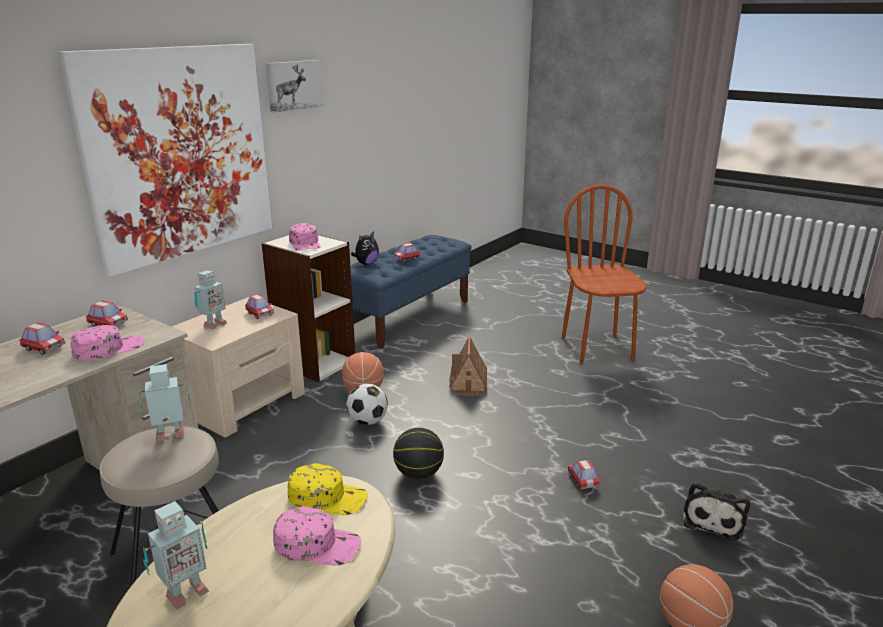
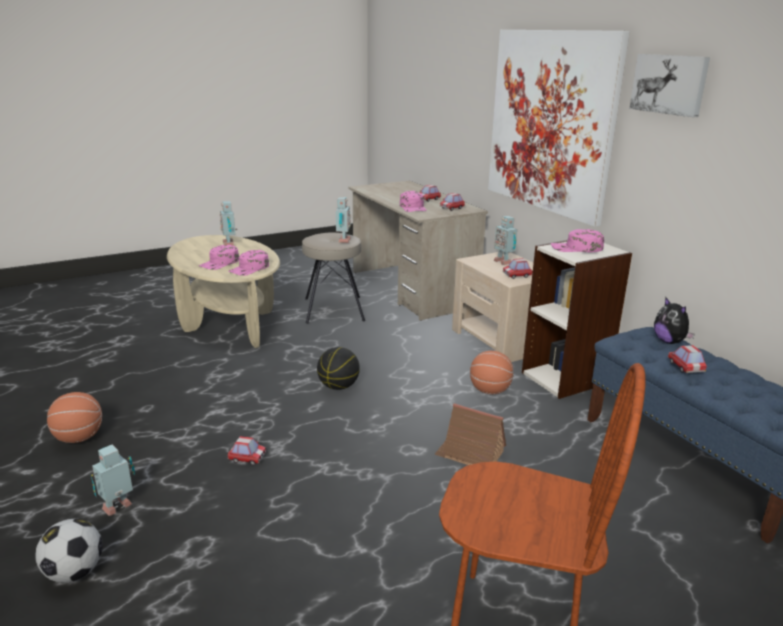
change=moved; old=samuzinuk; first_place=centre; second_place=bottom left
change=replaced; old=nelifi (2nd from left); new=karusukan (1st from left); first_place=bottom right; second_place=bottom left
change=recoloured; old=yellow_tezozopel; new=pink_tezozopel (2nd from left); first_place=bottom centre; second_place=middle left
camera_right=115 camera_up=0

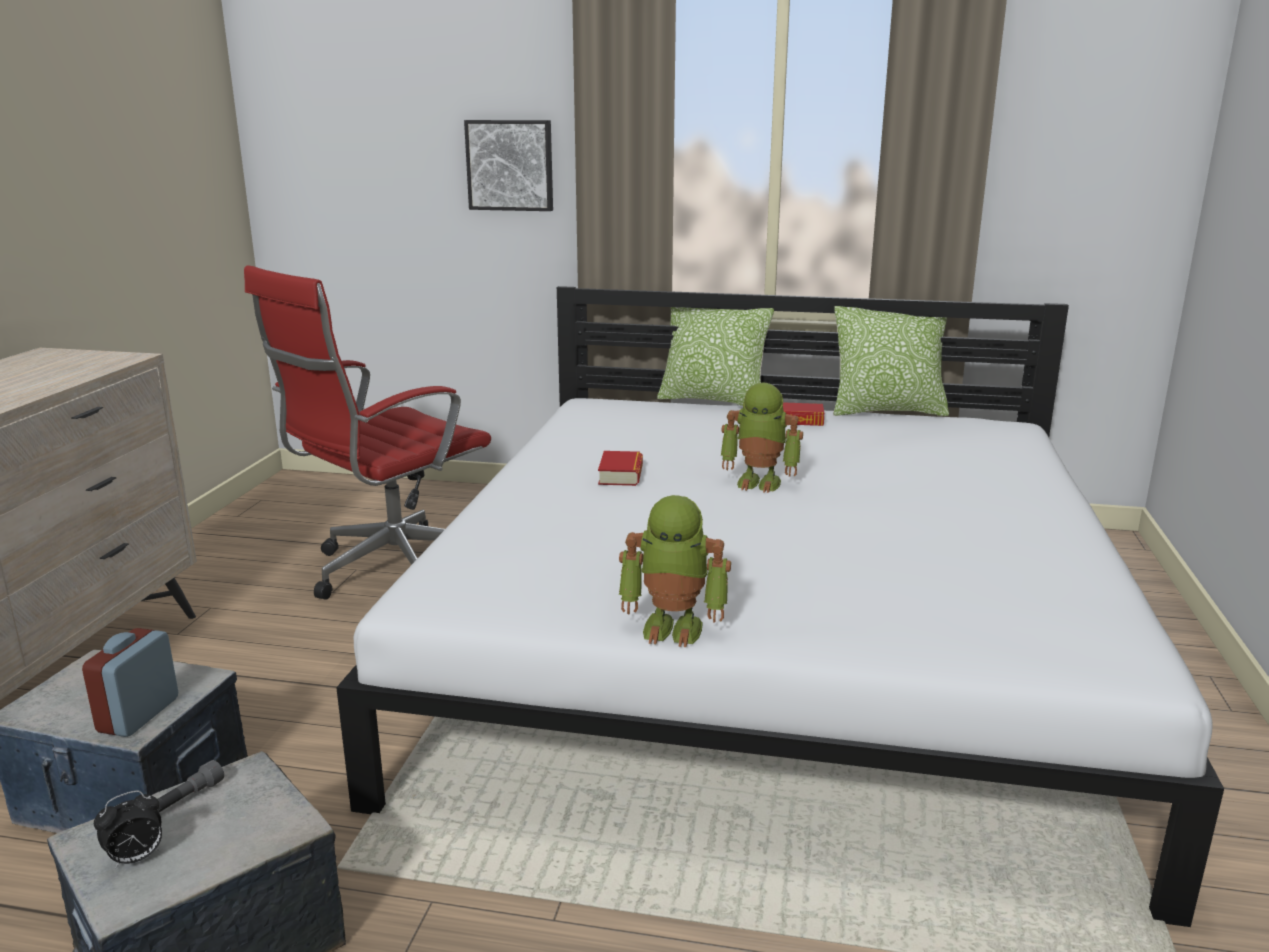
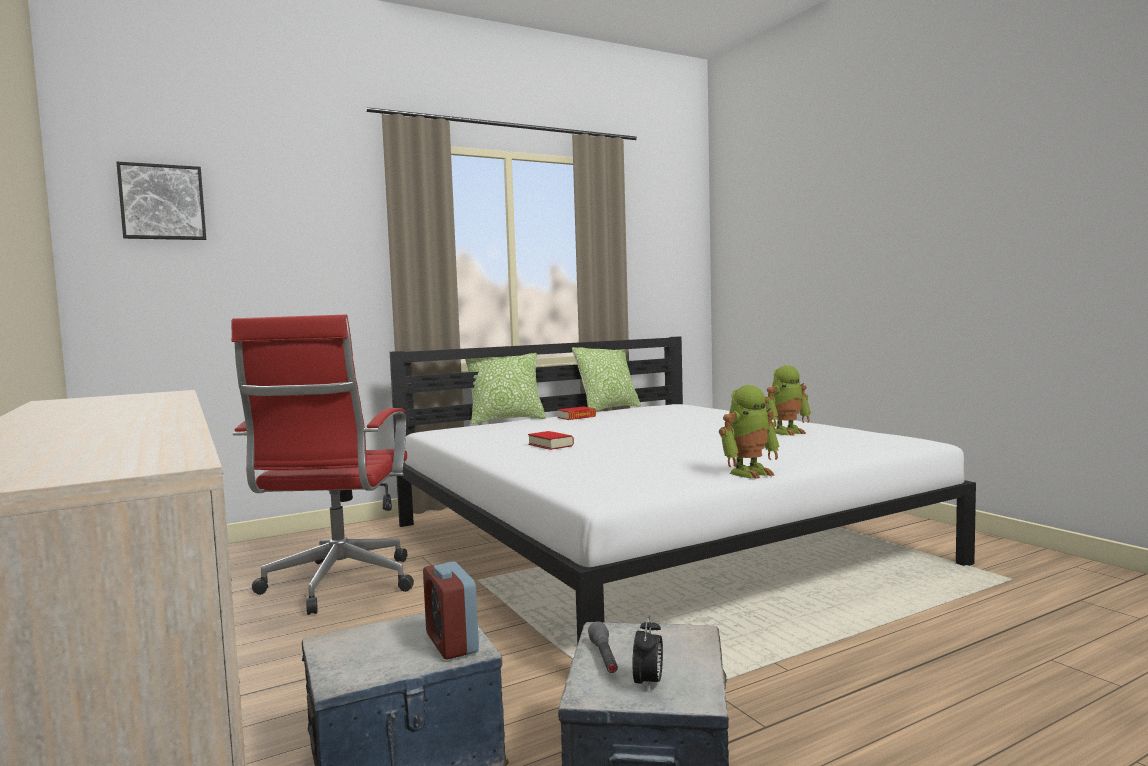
change=moved; old=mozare; first_place=top centre; second_place=top left
change=moved; old=karusukan (2nd from left); first_place=centre; second_place=middle right
camera_right=-40 camera_up=-15

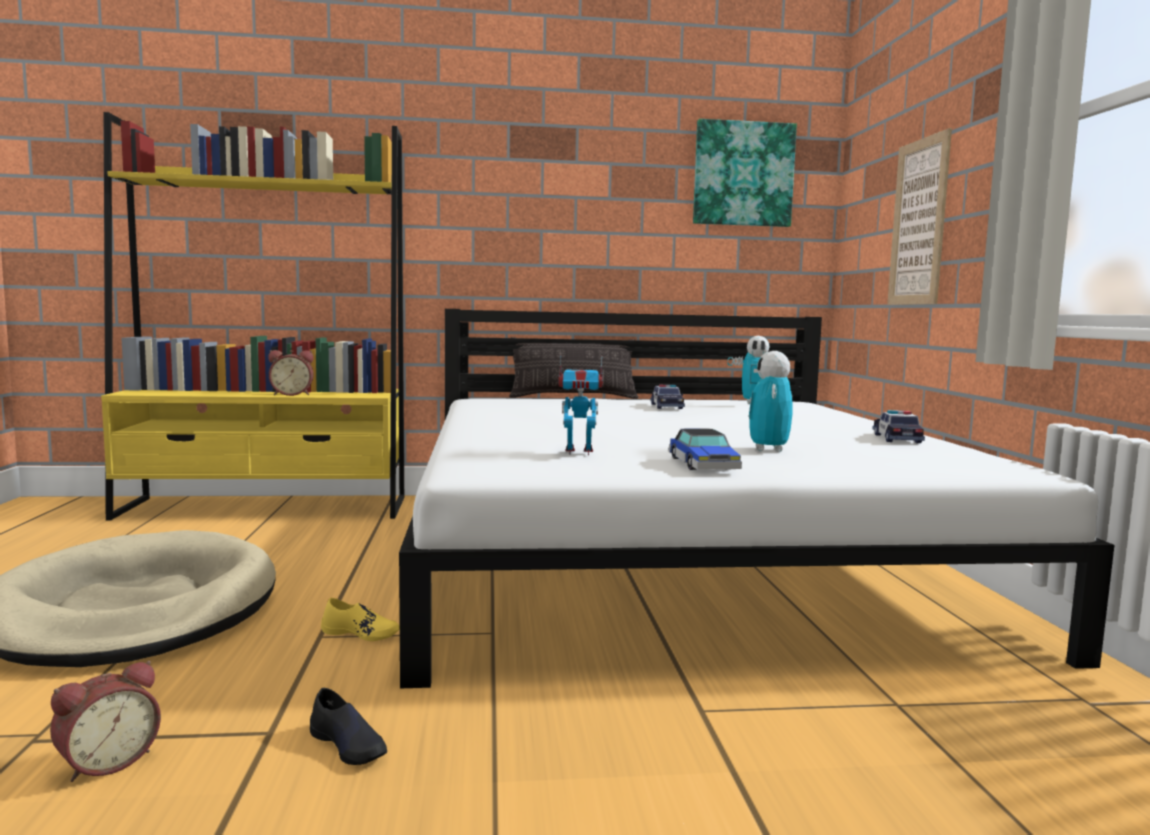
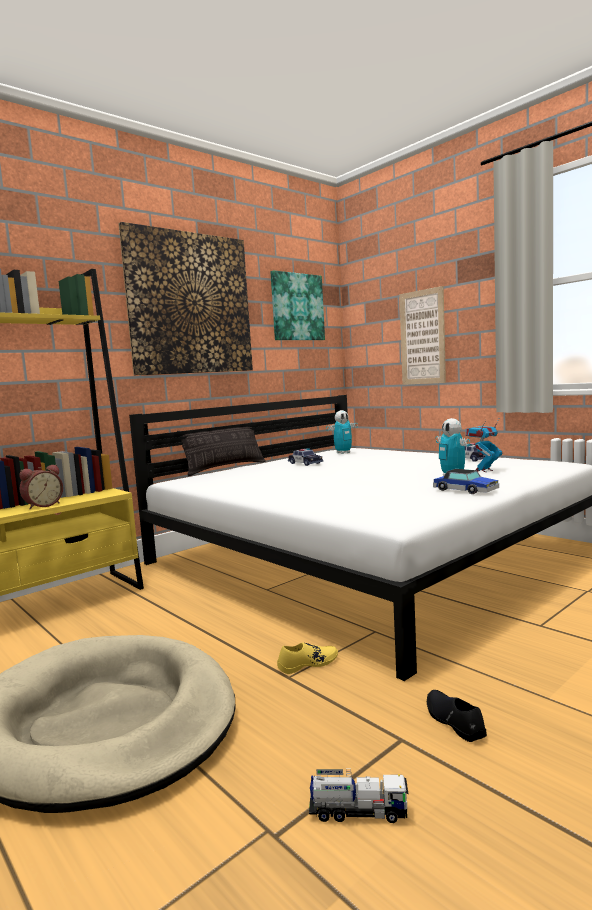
change=added; new=mozare (1st from left); second_place=top left
change=replaced; old=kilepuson (1st from left); new=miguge; first_place=bottom left; second_place=bottom centre
change=turned; old=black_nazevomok; first_place=bottom left; second_place=bottom right; degrees=-120
change=moved; old=karusukan (1st from left in the first image); new=karusukan (3rd from left); first_place=centre; second_place=middle right
camera_right=-35 camera_up=0

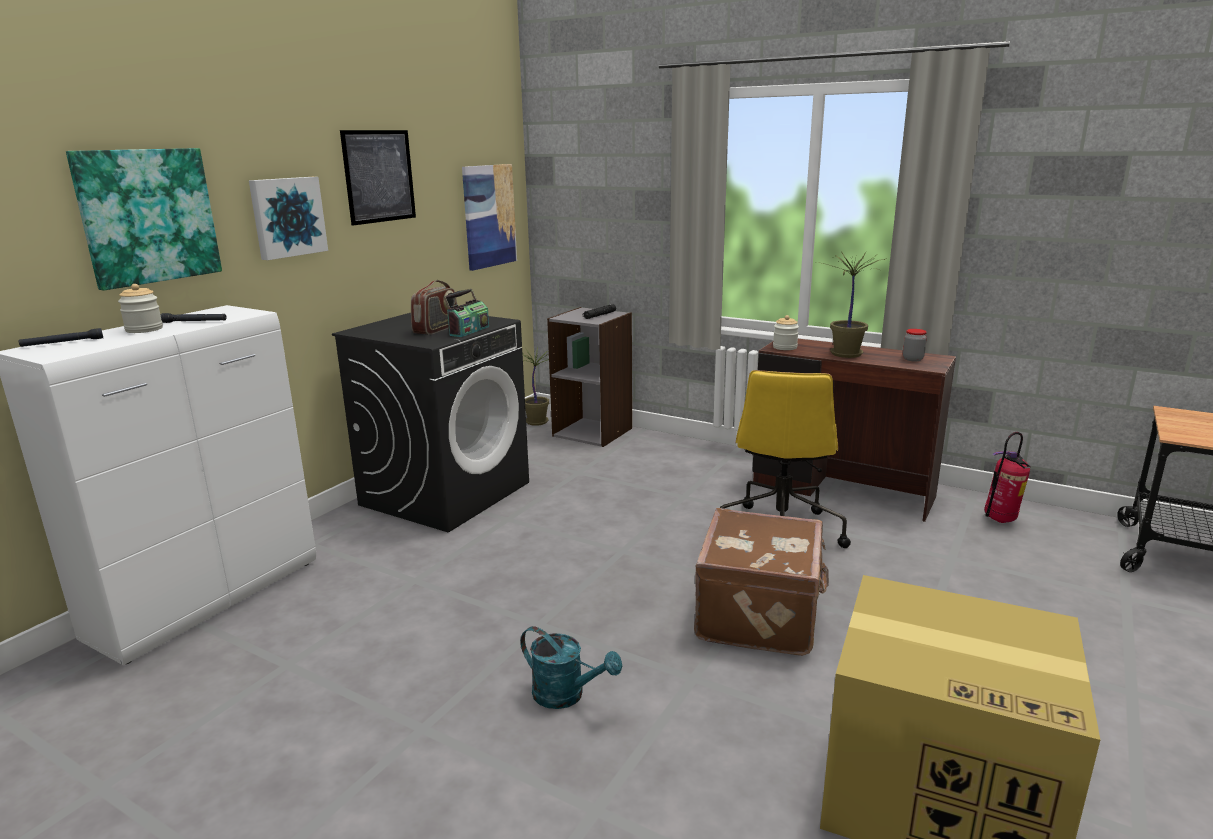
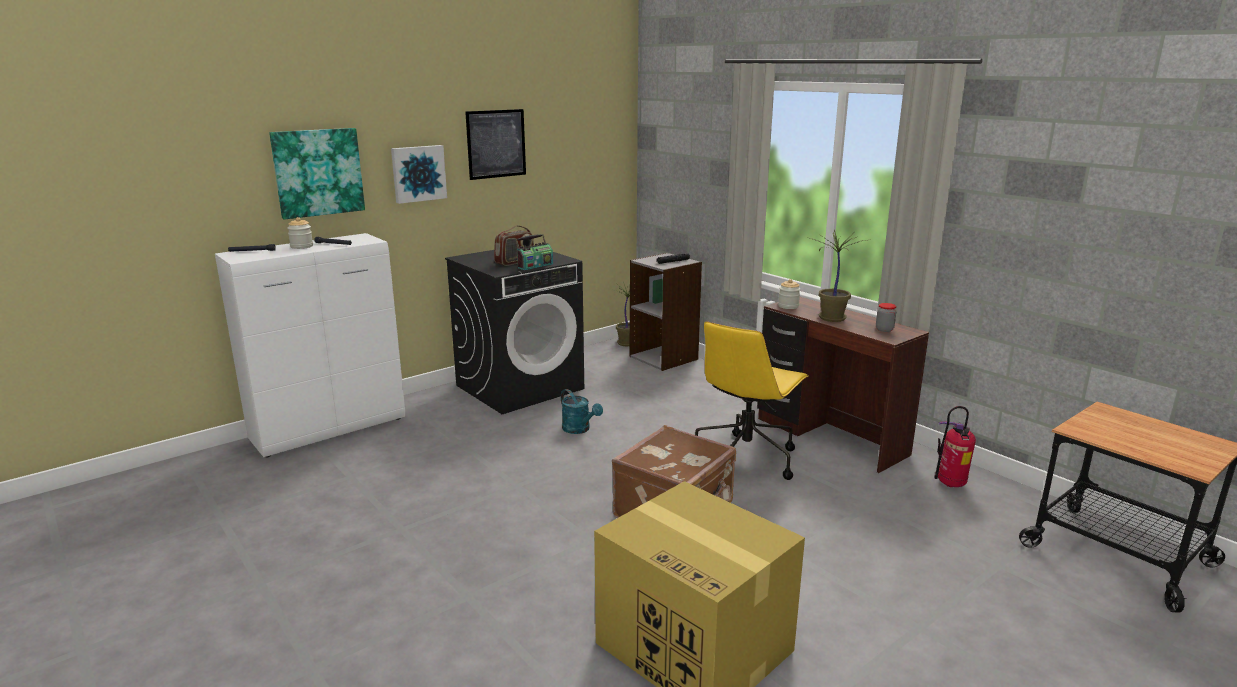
change=moved; old=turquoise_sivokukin; first_place=bottom centre; second_place=centre
change=removed; old=mozare (4th from left); first_place=top centre
camera_right=20 camera_up=0

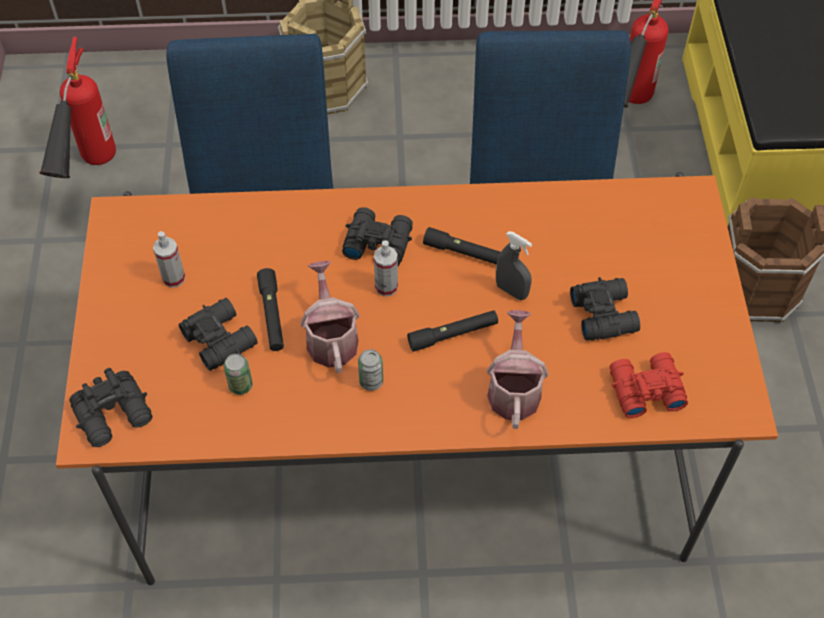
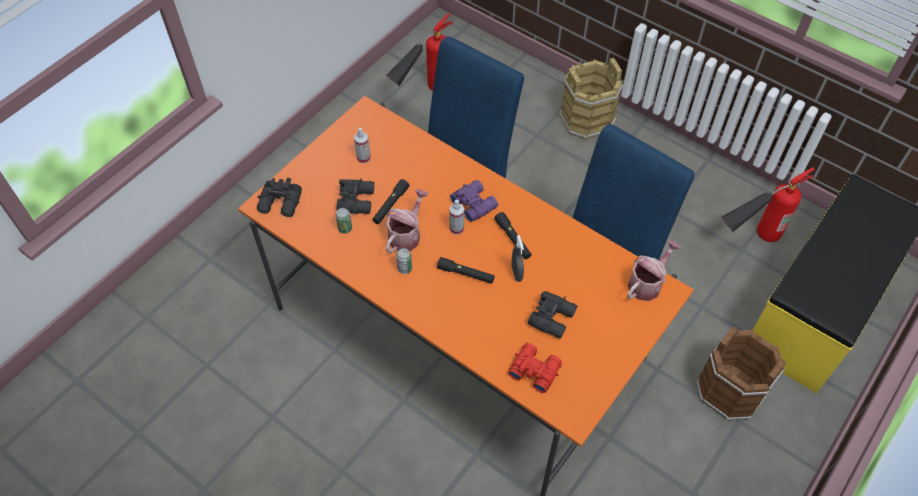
change=recoloured; old=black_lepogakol (3rd from left); new=purple_lepogakol; first_place=centre; second_place=centre
change=moved; old=sivokukin (2nd from left); first_place=centre; second_place=middle right
camera_right=40 camera_up=0

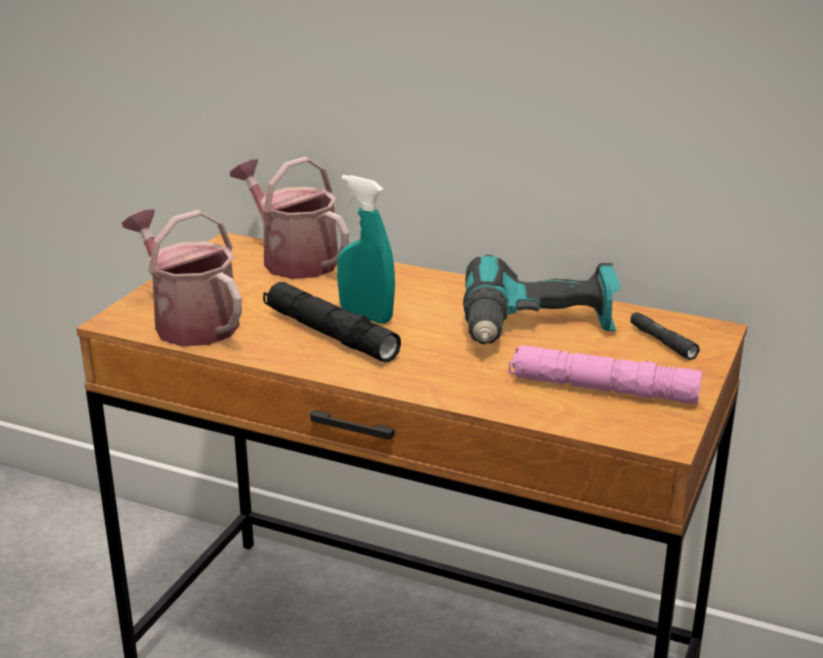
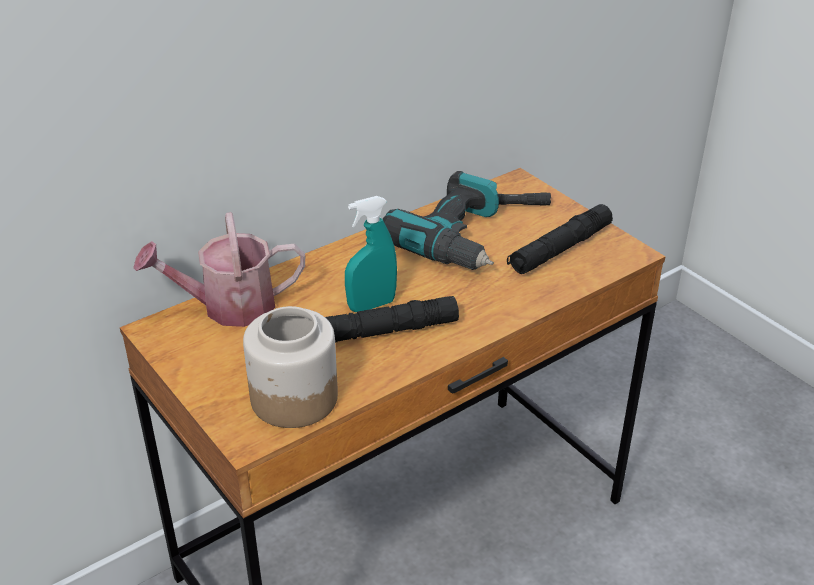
change=replaced; old=sivokukin (1st from left); new=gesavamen; first_place=middle left; second_place=centre
change=recoloured; old=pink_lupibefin; new=black_lupibefin (3rd from left); first_place=middle right; second_place=middle right
camera_right=-60 camera_up=10

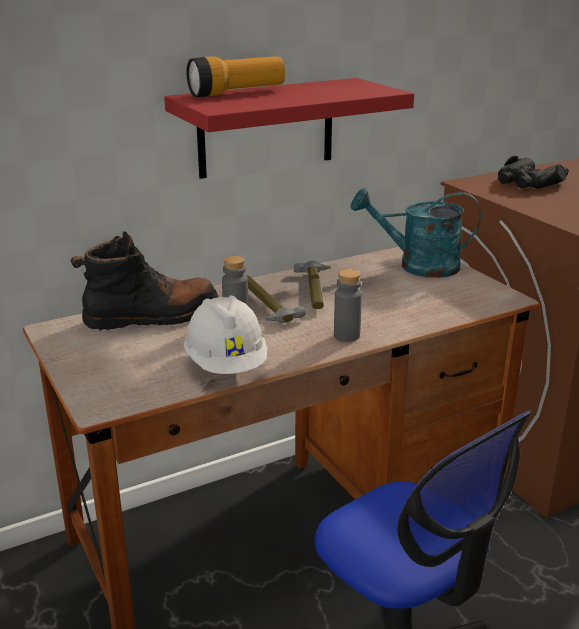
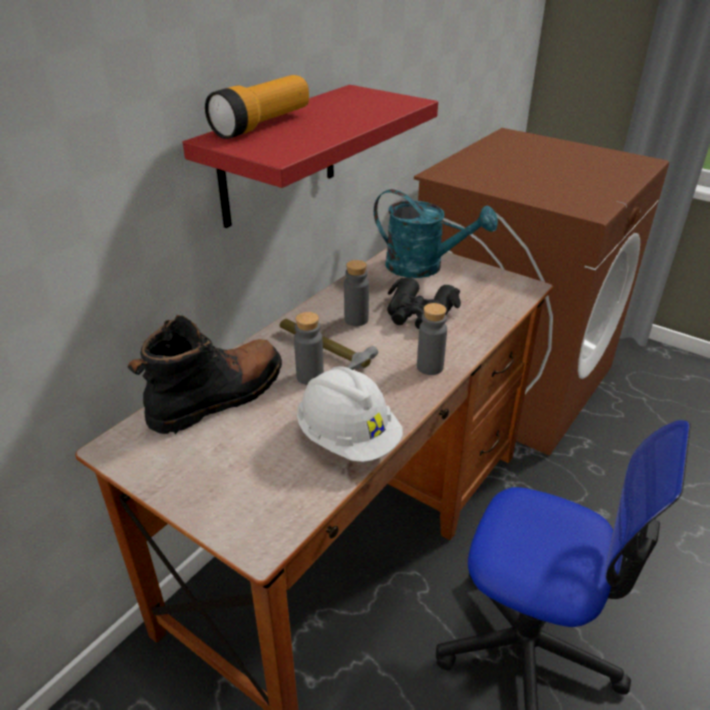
change=replaced; old=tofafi (2nd from left); new=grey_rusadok (2nd from left); first_place=centre; second_place=centre
change=turned; old=turquoise_sivokukin; first_place=middle right; second_place=top centre; degrees=-135
change=moved; old=black_lepogakol; first_place=top right; second_place=centre
camera_right=-25 camera_up=10

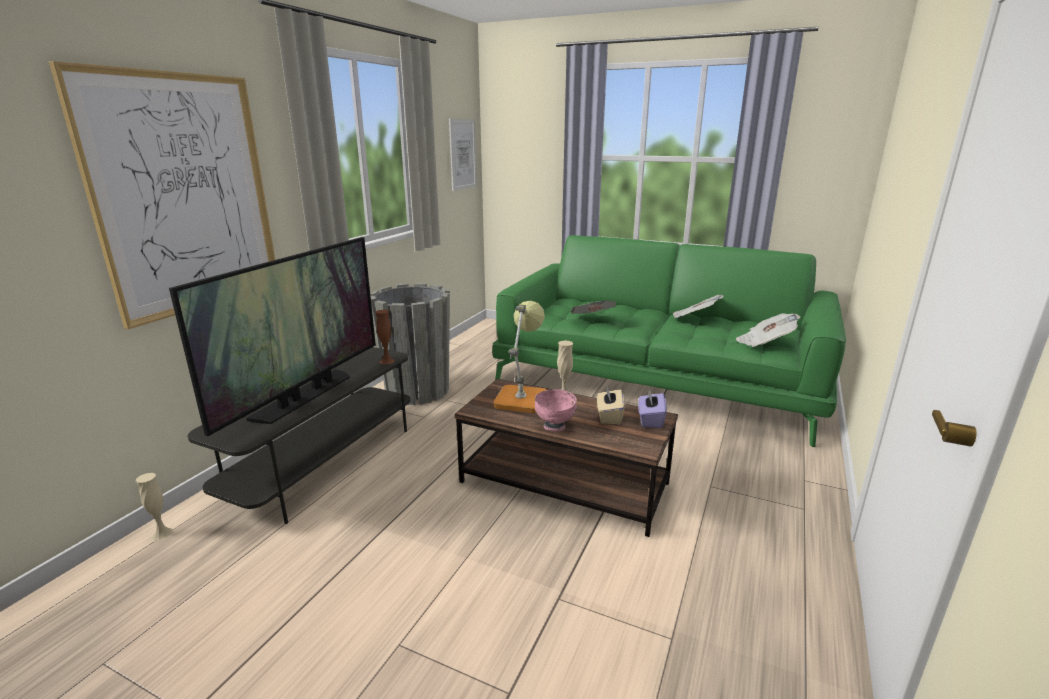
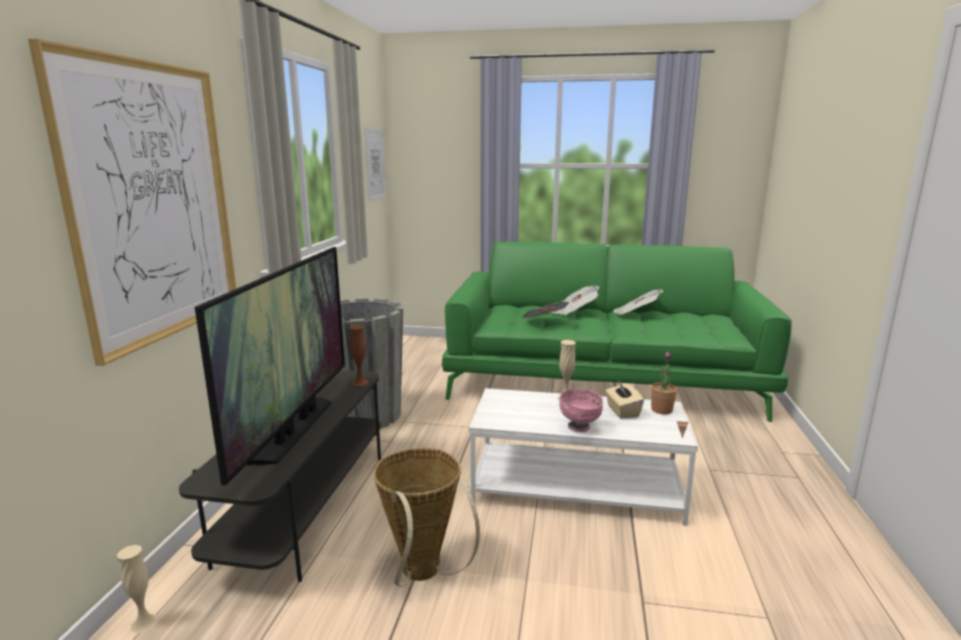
change=added; new=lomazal; second_place=bottom centre
change=recoloured; old=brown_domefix; new=white_domefix; first_place=centre; second_place=bottom centre
change=moved; old=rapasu (3rd from left in the first image); new=rapasu (2nd from left); first_place=middle right; second_place=centre
change=replaced; old=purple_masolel; new=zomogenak; first_place=centre; second_place=middle right
change=removed; old=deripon; first_place=centre
camera_right=-15 camera_up=-5

